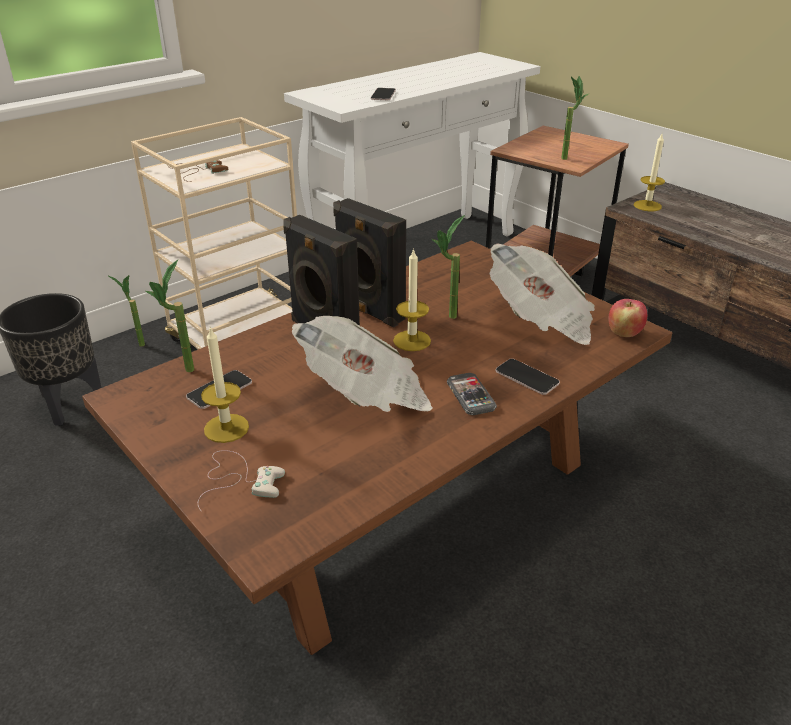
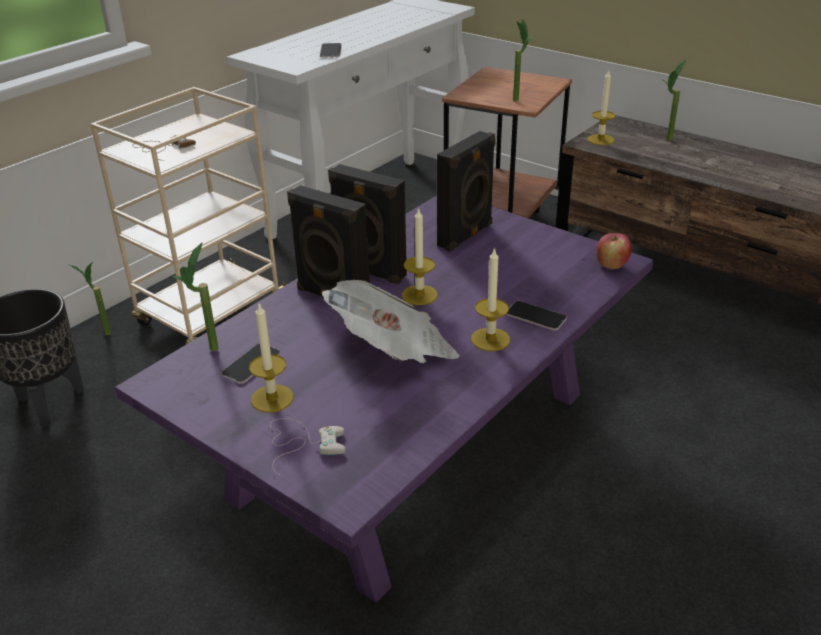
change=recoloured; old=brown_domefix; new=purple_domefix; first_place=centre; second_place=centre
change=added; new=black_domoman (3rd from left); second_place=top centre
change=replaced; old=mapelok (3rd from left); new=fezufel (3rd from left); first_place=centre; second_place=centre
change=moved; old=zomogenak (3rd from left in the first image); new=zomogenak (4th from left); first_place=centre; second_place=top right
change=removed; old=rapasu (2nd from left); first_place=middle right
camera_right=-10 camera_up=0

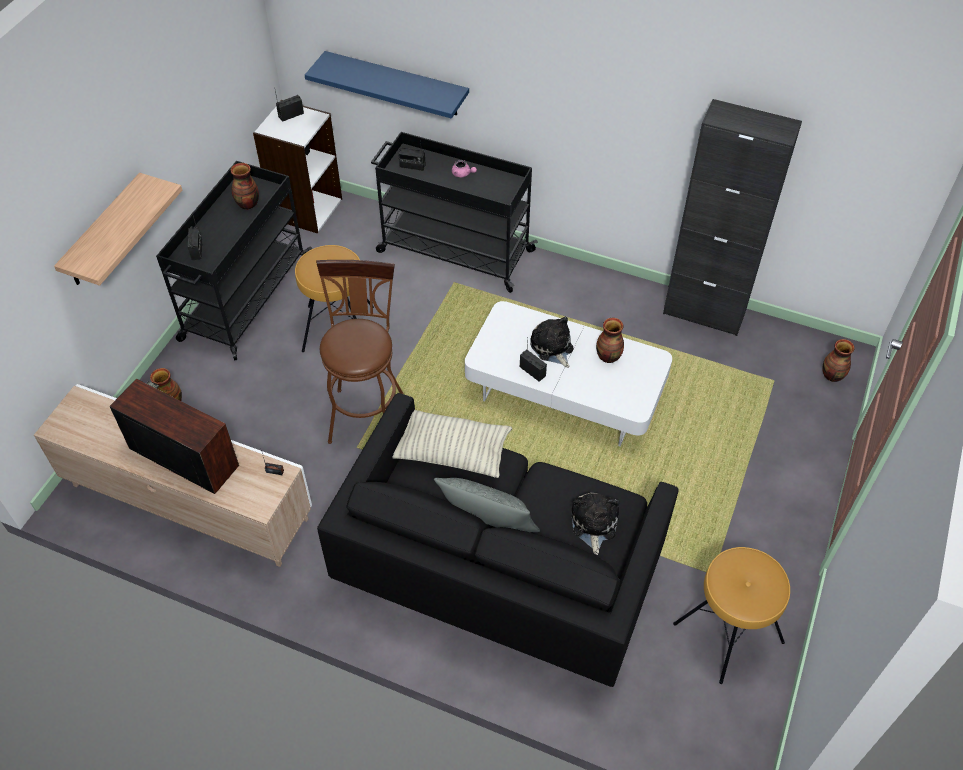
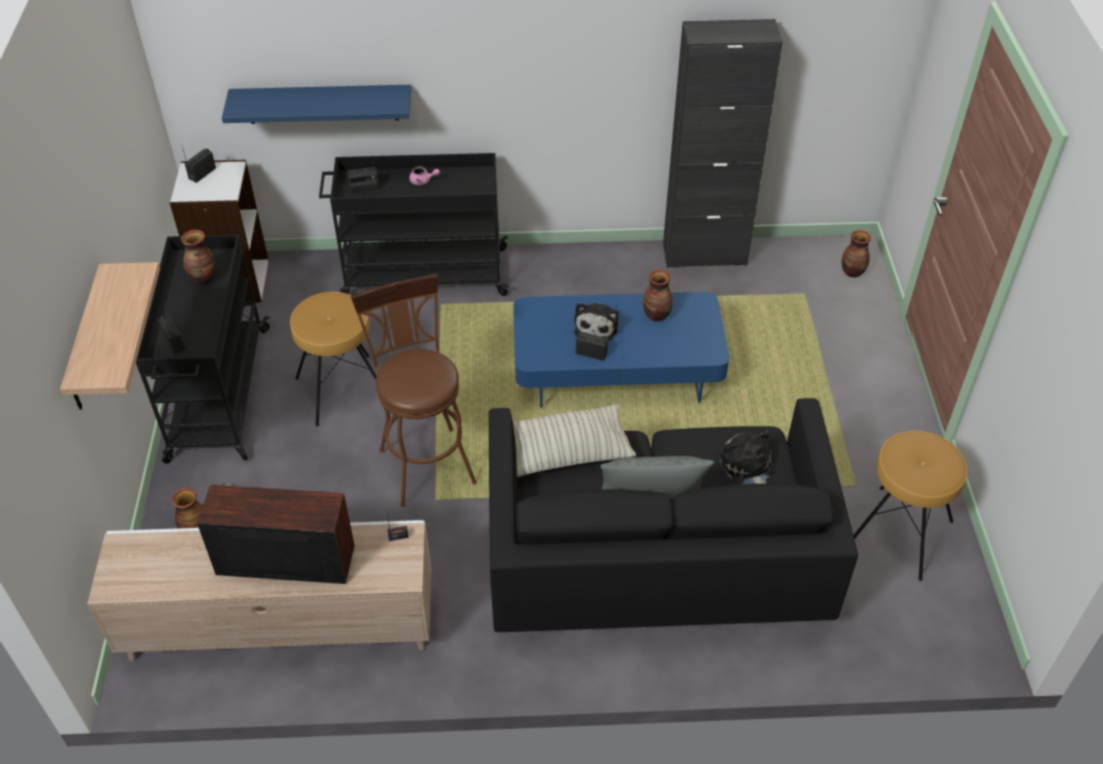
change=recoloured; old=white_domefix; new=blue_domefix; first_place=centre; second_place=centre
change=turned; old=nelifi (1st from left); first_place=centre; second_place=centre; degrees=-120
camera_right=-25 camera_up=-5

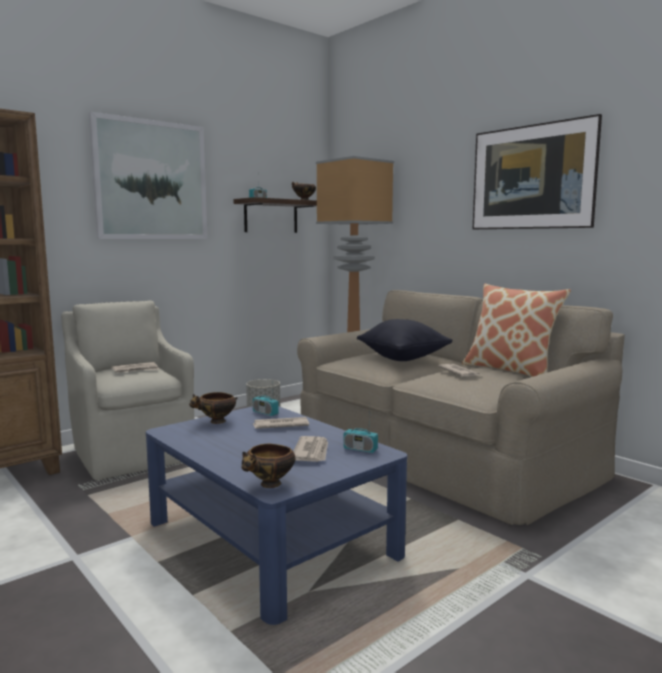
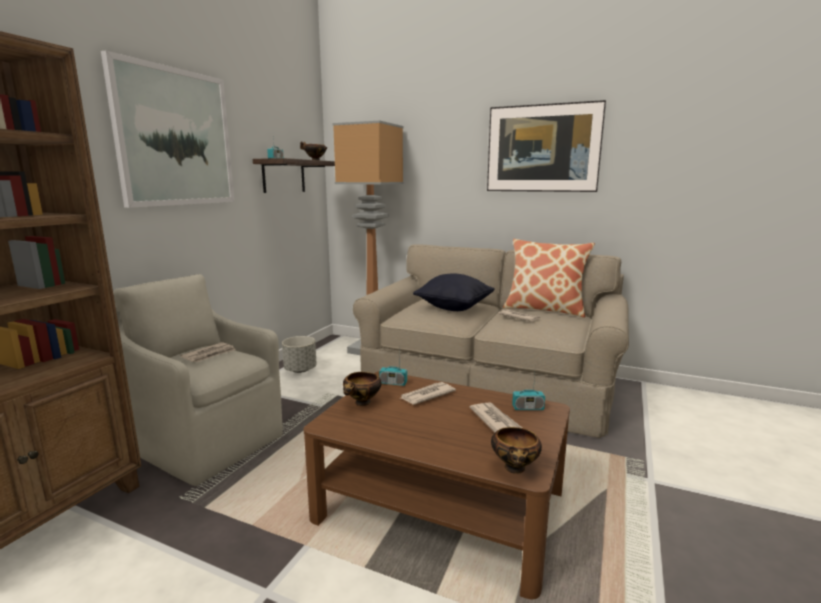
change=recoloured; old=blue_domefix; new=brown_domefix; first_place=bottom centre; second_place=bottom centre
camera_right=-25 camera_up=5

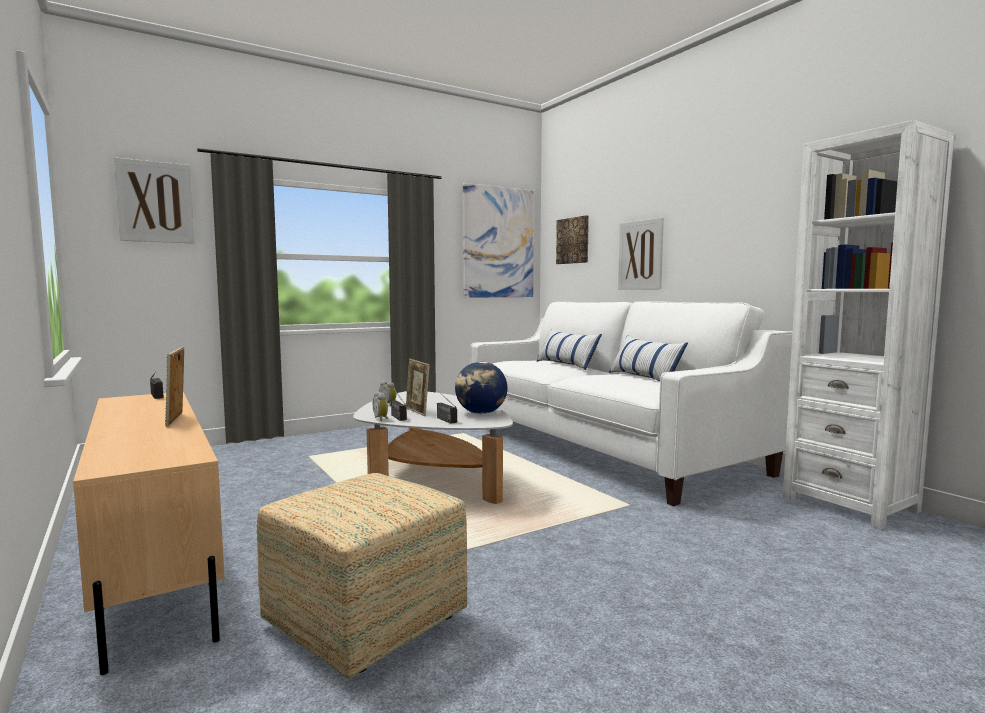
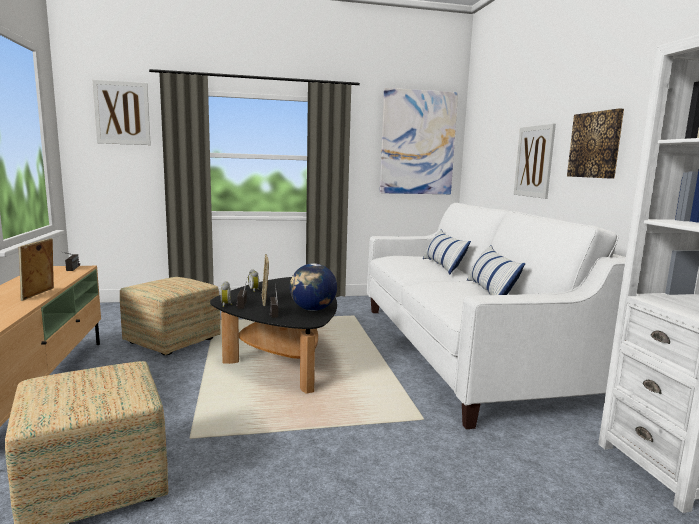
change=added; new=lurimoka (2nd from left); second_place=middle left
change=recoloured; old=white_domefix; new=black_domefix; first_place=centre; second_place=centre
change=moved; old=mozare (3rd from left in the first image); new=mozare (4th from left); first_place=centre; second_place=top right
camera_right=20 camera_up=5

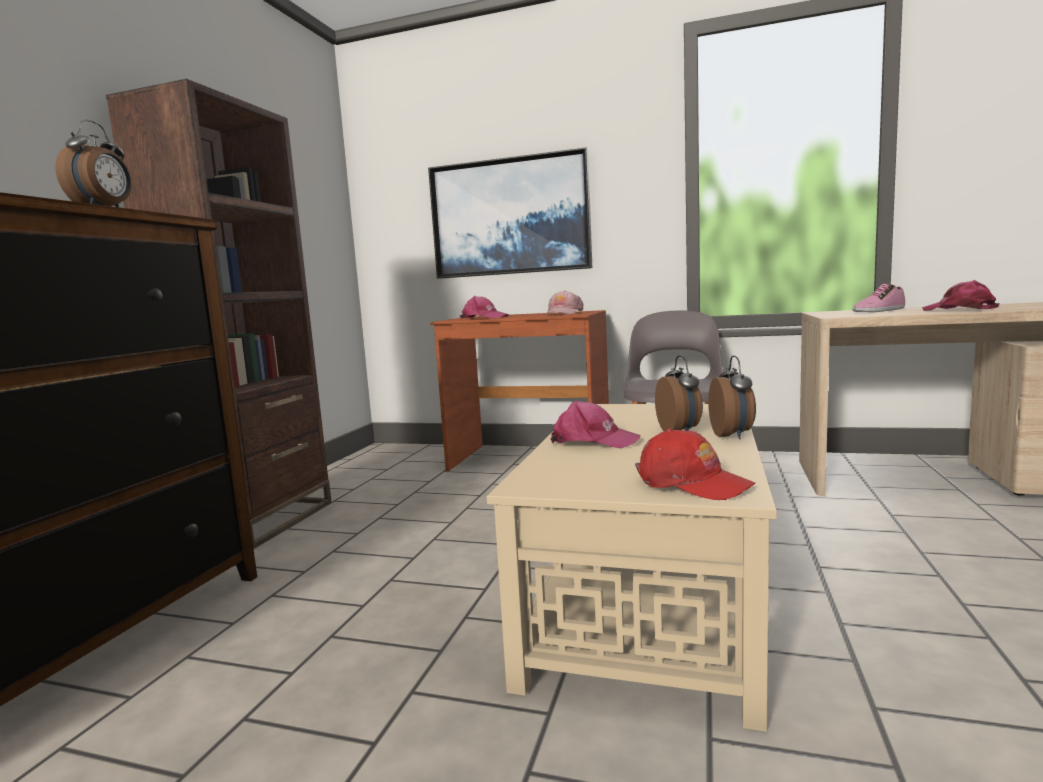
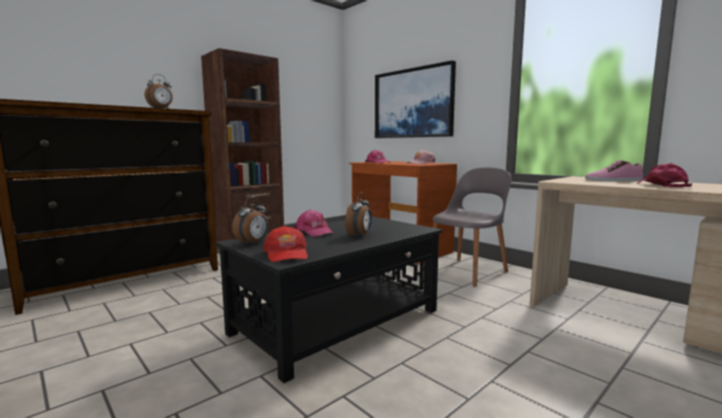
change=recoloured; old=beige_domefix; new=black_domefix; first_place=bottom centre; second_place=bottom centre
change=moved; old=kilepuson (3rd from left in the first image); new=kilepuson (2nd from left); first_place=middle right; second_place=centre
camera_right=30 camera_up=0

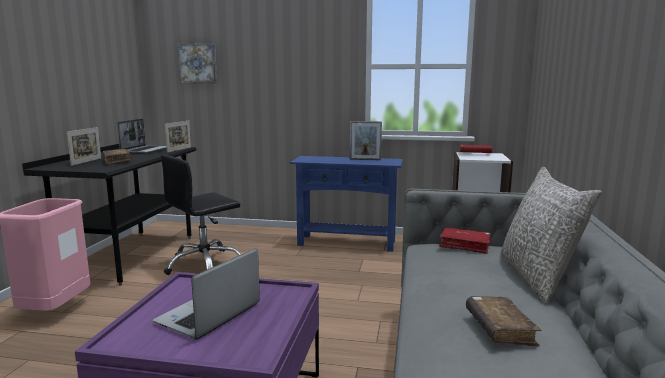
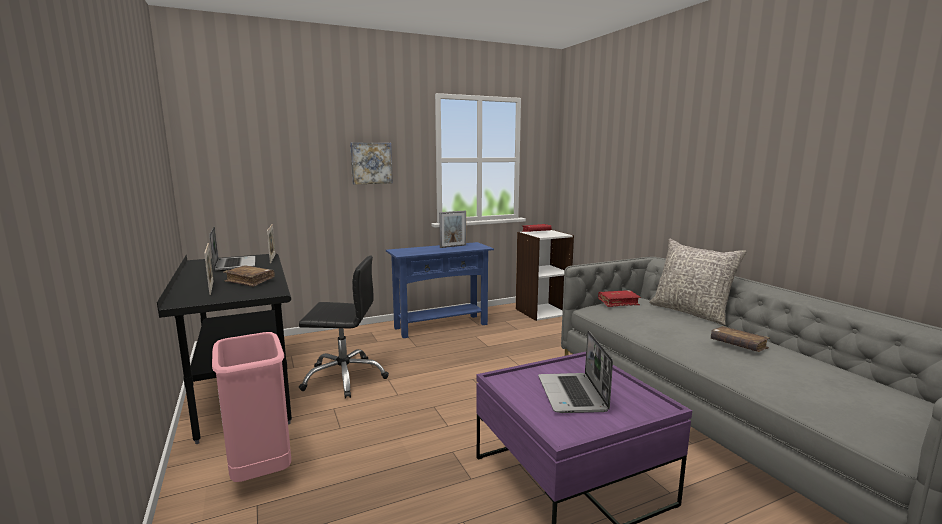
change=turned; old=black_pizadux; first_place=middle left; second_place=centre; degrees=-105
change=moved; old=mozare; first_place=top left; second_place=top centre
camera_right=-35 camera_up=0

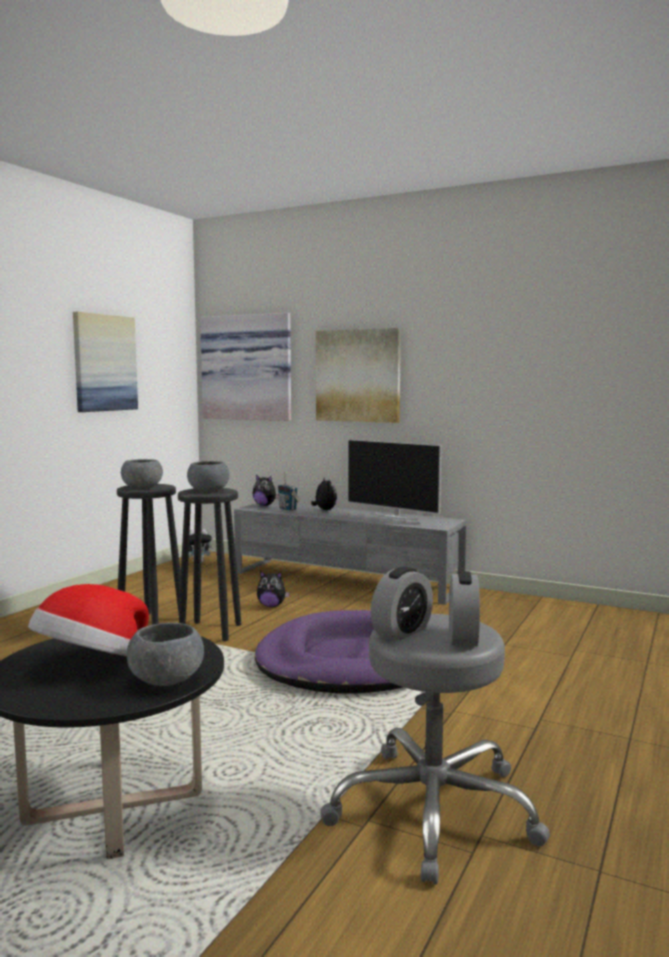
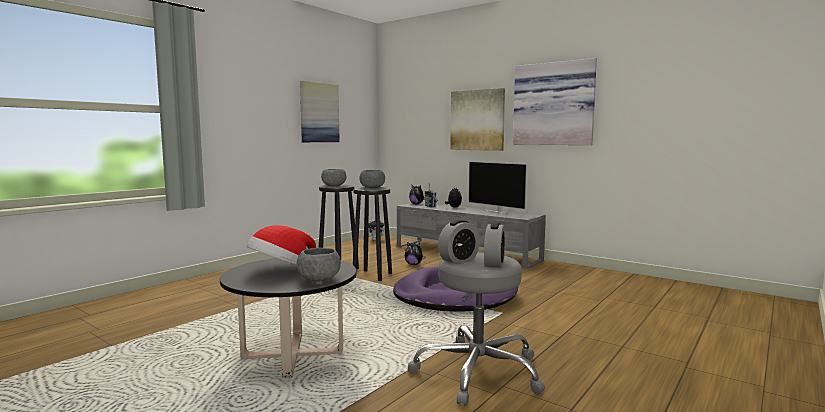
change=moved; old=mozare (2nd from left in the first image); new=mozare (3rd from left); first_place=centre; second_place=top right
camera_right=10 camera_up=0

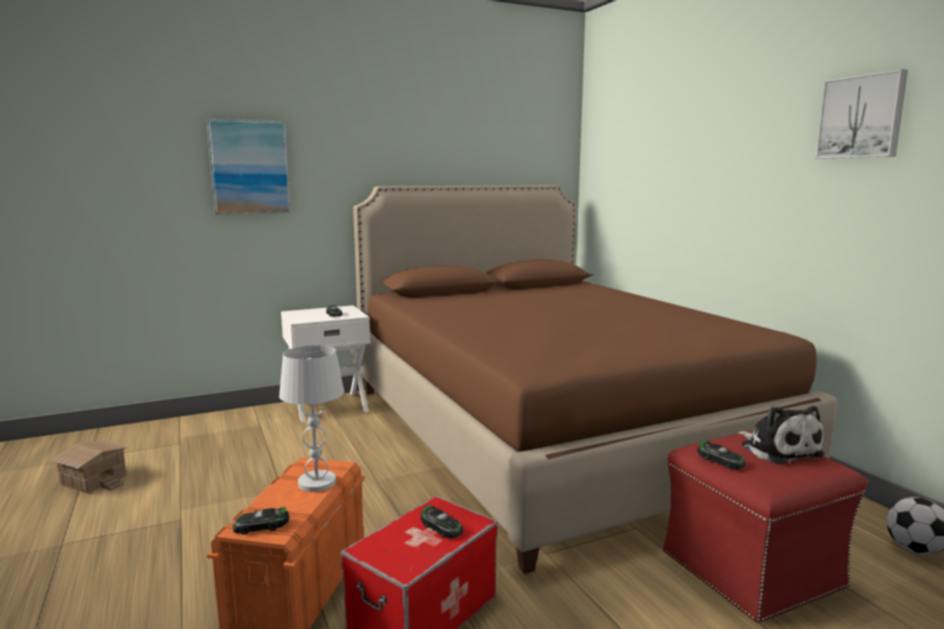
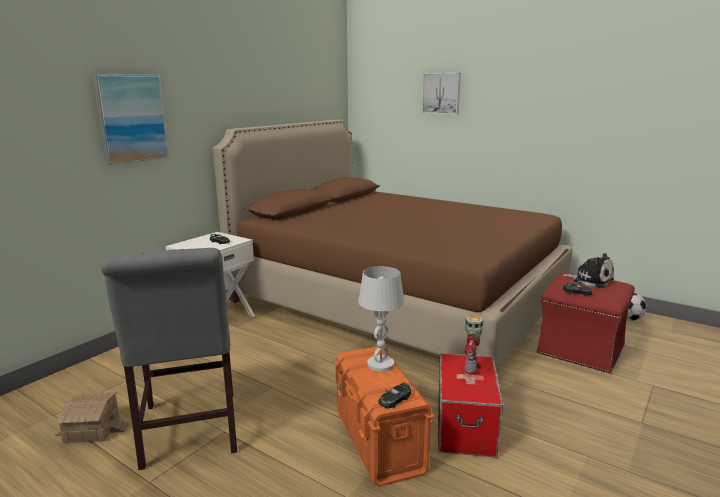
change=added; new=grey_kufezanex; second_place=bottom left
change=moved; old=mozare (2nd from left); first_place=top right; second_place=top centre
change=replaced; old=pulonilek (3rd from left); new=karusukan; first_place=bottom centre; second_place=bottom centre
camera_right=-30 camera_up=5

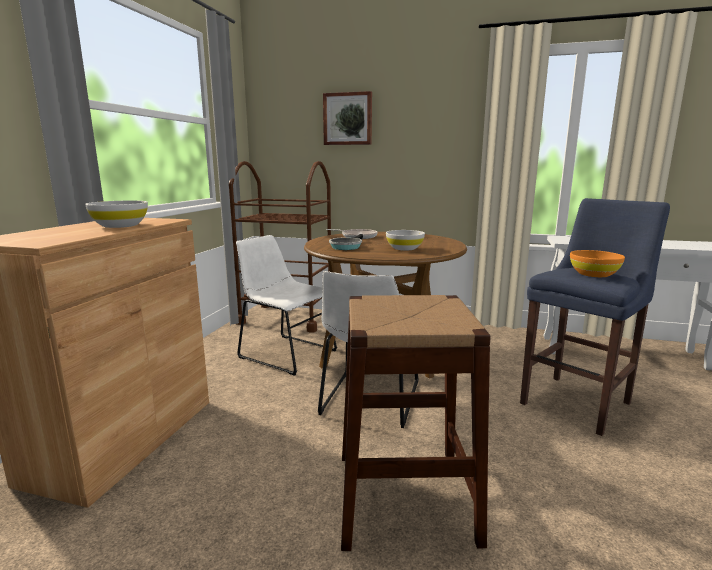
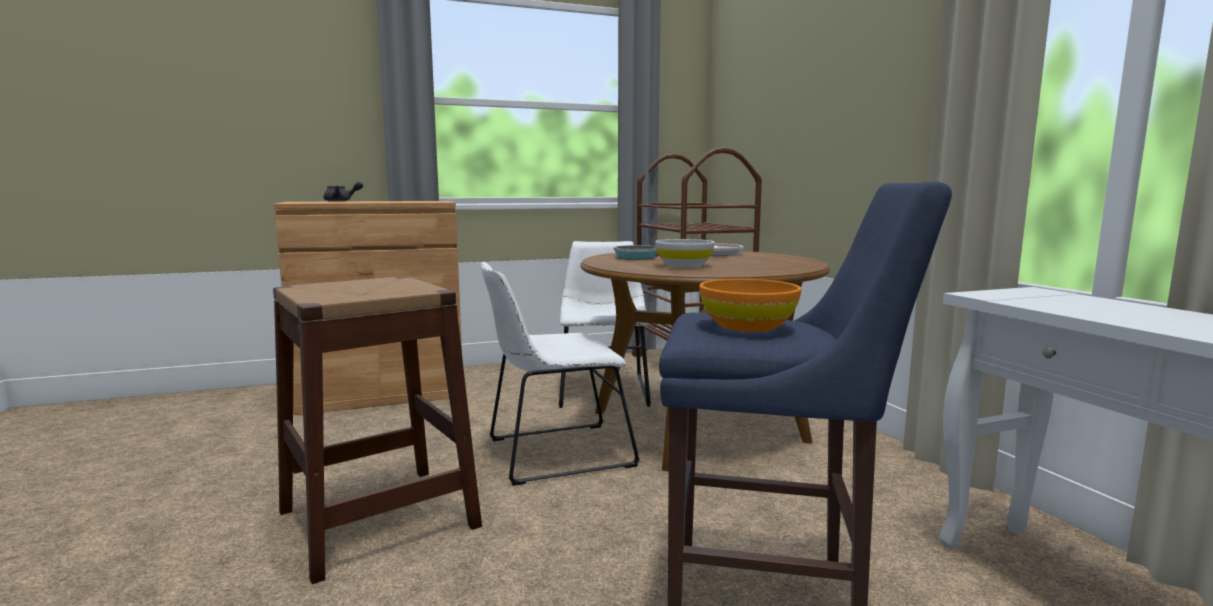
change=added; new=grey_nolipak; second_place=top left
change=removed; old=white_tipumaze (1st from left); first_place=middle left
change=removed; old=mozare; first_place=top centre
camera_right=55 camera_up=-5

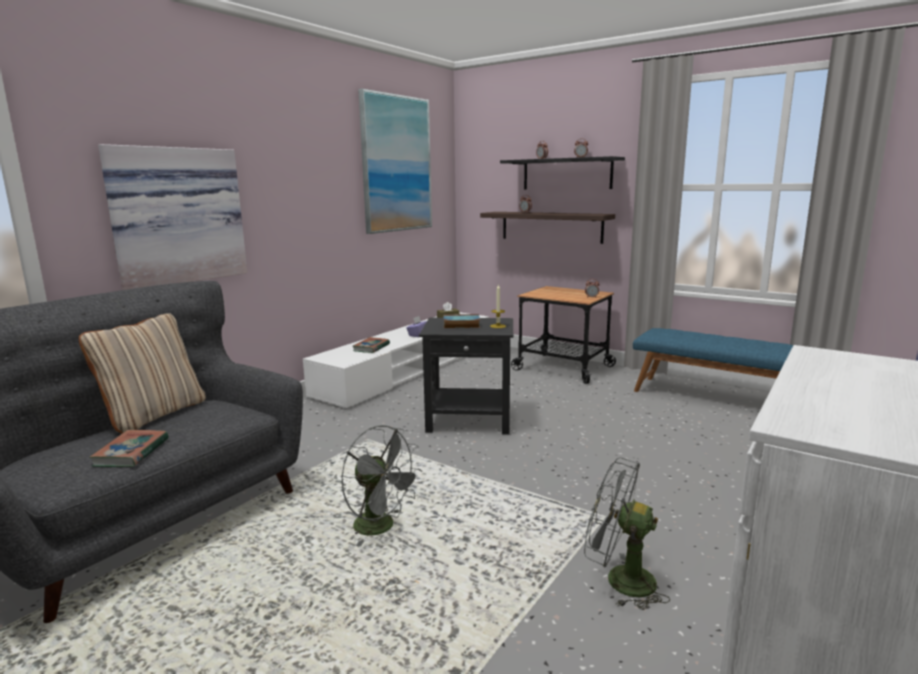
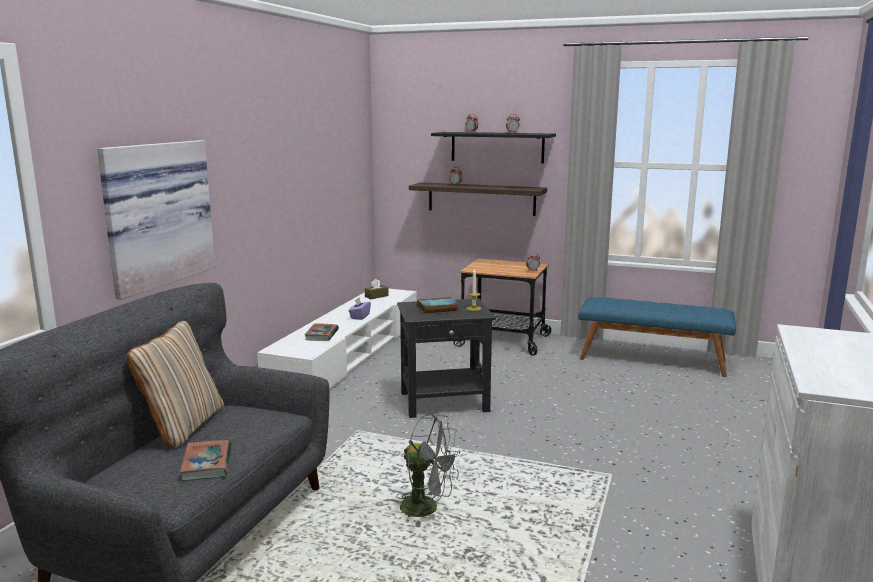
change=removed; old=mozare (2nd from left); first_place=top centre
change=removed; old=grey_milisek (2nd from left); first_place=bottom right
camera_right=-15 camera_up=0

